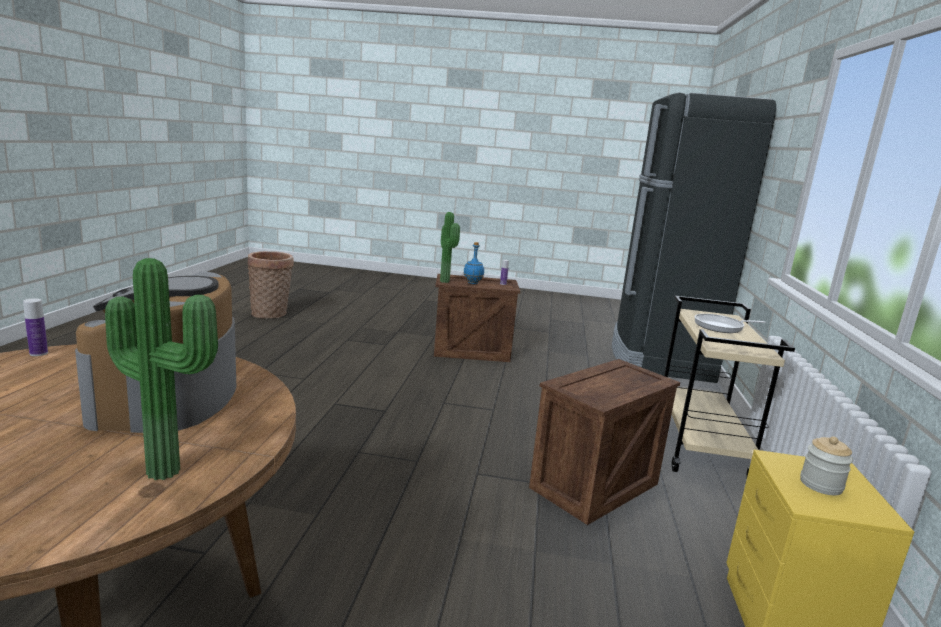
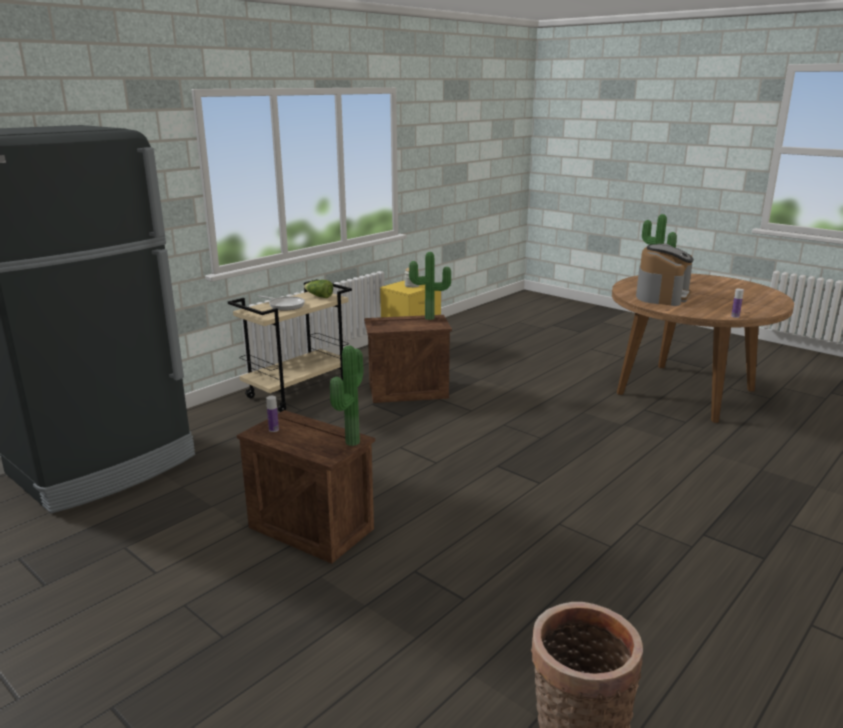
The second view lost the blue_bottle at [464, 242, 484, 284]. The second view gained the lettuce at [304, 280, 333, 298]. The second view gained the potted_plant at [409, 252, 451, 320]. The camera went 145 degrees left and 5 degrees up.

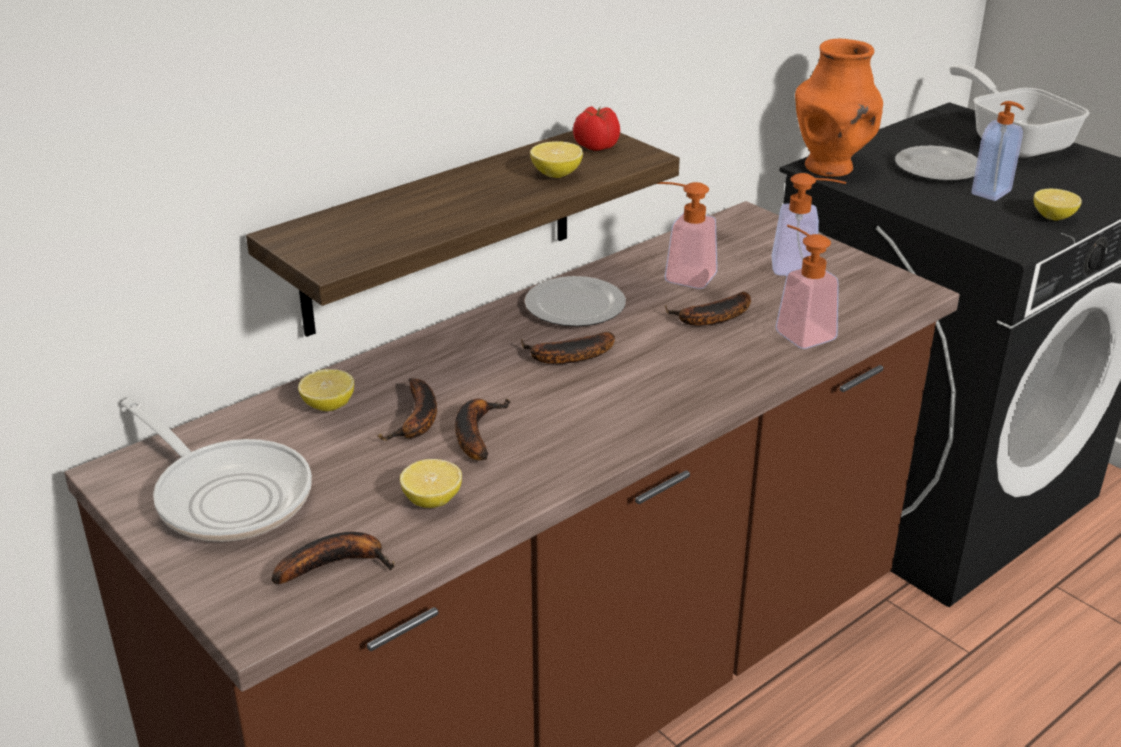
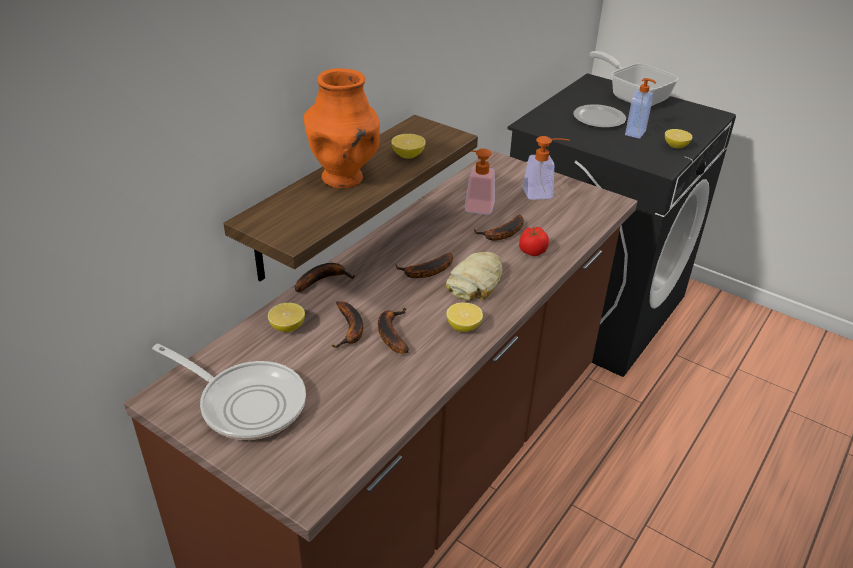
The second view lost the plate at [525, 276, 626, 326]. The second view lost the soap_dispenser at [776, 225, 839, 349]. The second view gained the bread at [446, 252, 503, 301]. The banana ended up elsewhere, having gone from [271, 532, 395, 584] to [295, 263, 355, 293]. The lemon ended up elsewhere, having gone from [400, 459, 462, 508] to [447, 303, 483, 332]. The tomato ended up elsewhere, having gone from [573, 106, 620, 151] to [519, 227, 549, 256]. The orange_vase ended up elsewhere, having gone from [795, 39, 883, 177] to [304, 68, 380, 188]. The camera went 15 degrees left and 5 degrees up.

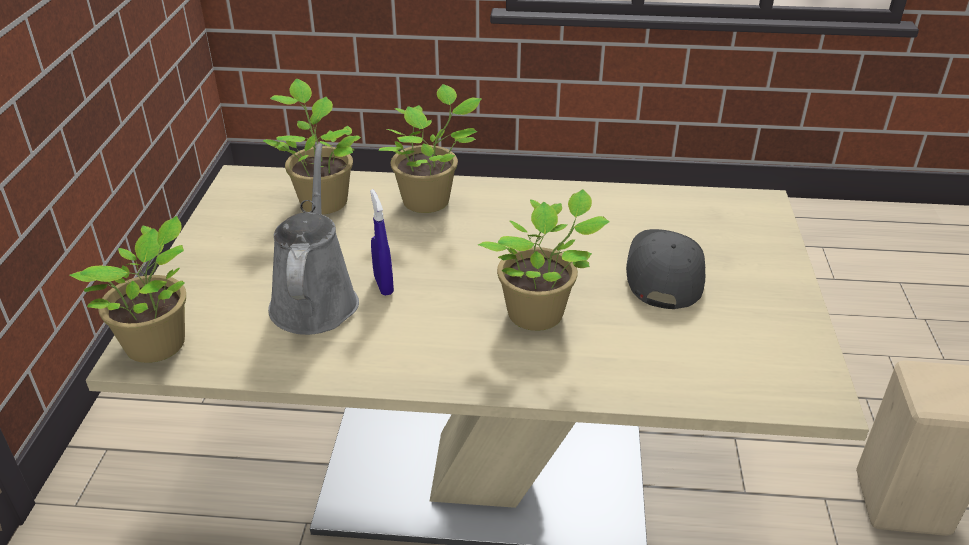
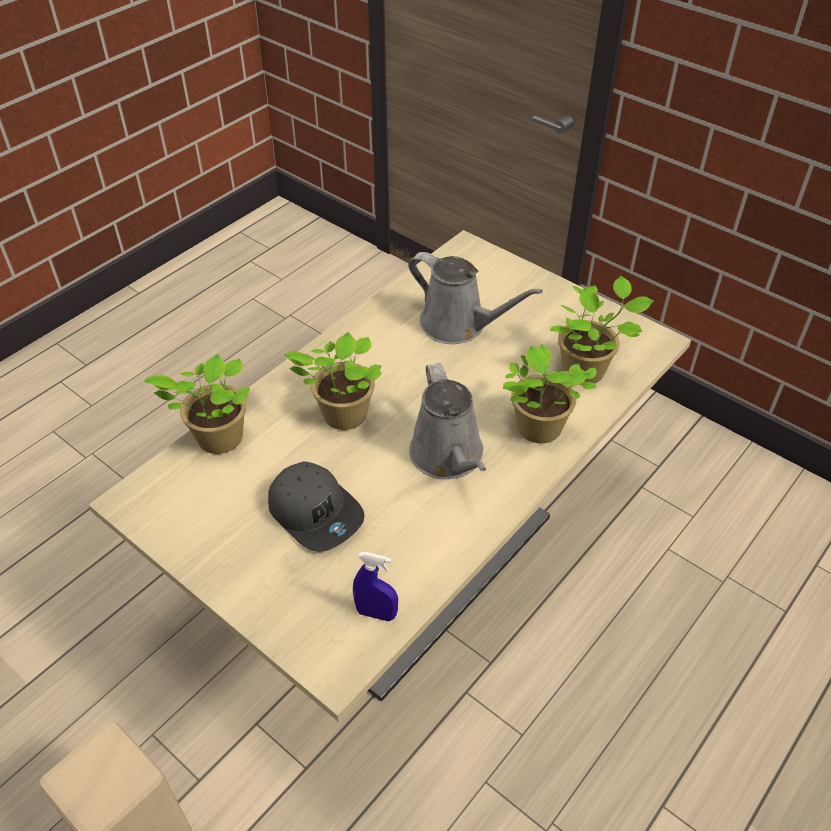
The second view gained the grey_watering_can at [409, 363, 486, 479]. The potted_plant ended up elsewhere, having gone from [70, 216, 186, 363] to [144, 354, 250, 454]. The blue_spray_bottle ended up elsewhere, having gone from [370, 189, 394, 296] to [353, 552, 398, 621]. The camera went 125 degrees right and 10 degrees up.

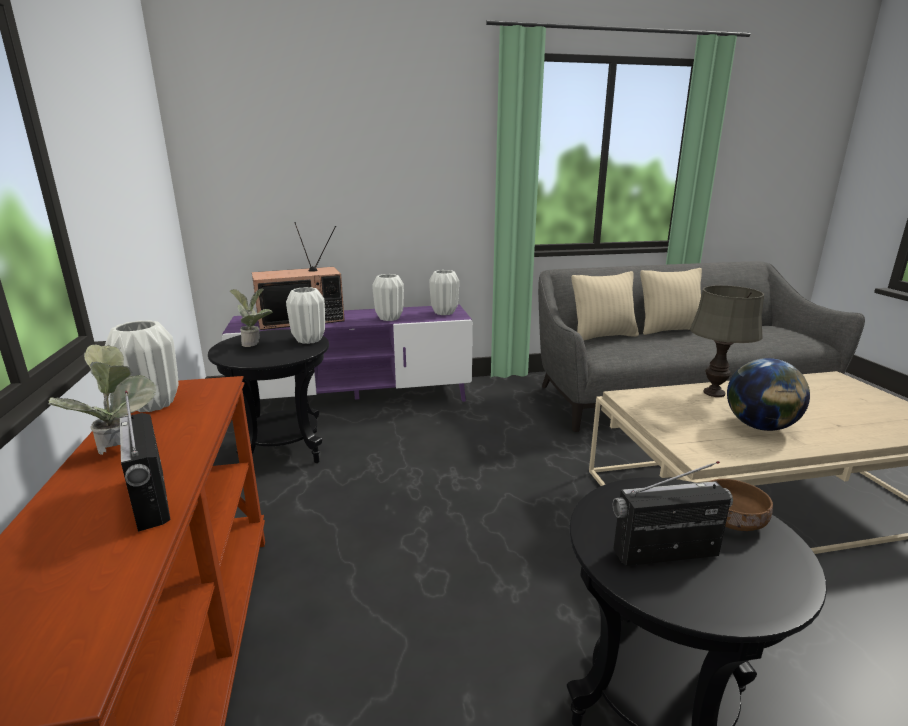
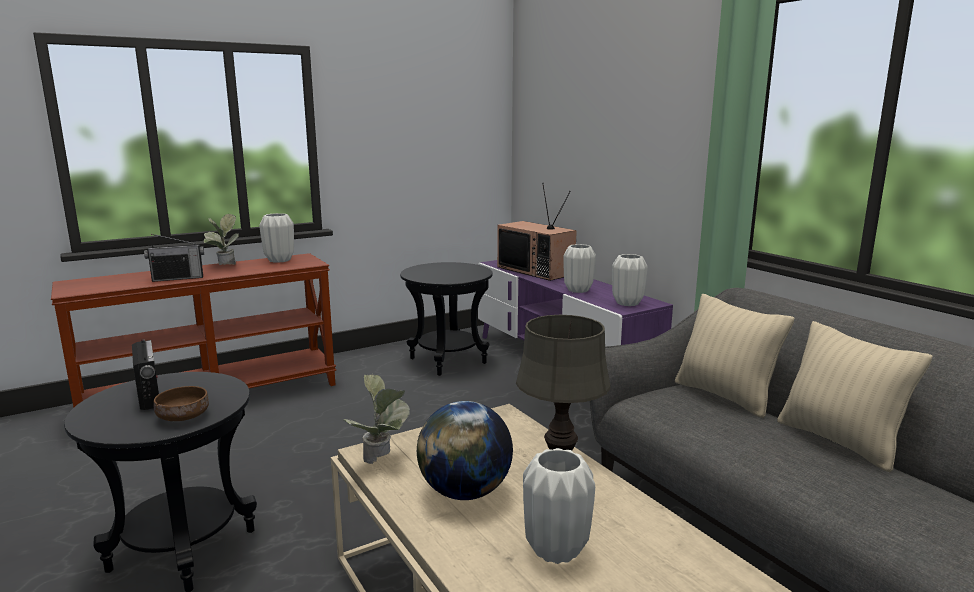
The potted_plant ended up elsewhere, having gone from [230, 288, 273, 347] to [344, 374, 410, 464]. The white_vase ended up elsewhere, having gone from [286, 287, 325, 344] to [523, 448, 595, 564]. The radio at [120, 391, 170, 532] ended up facing another way, 150 degrees counterclockwise from before. The camera went 70 degrees right and 5 degrees down.

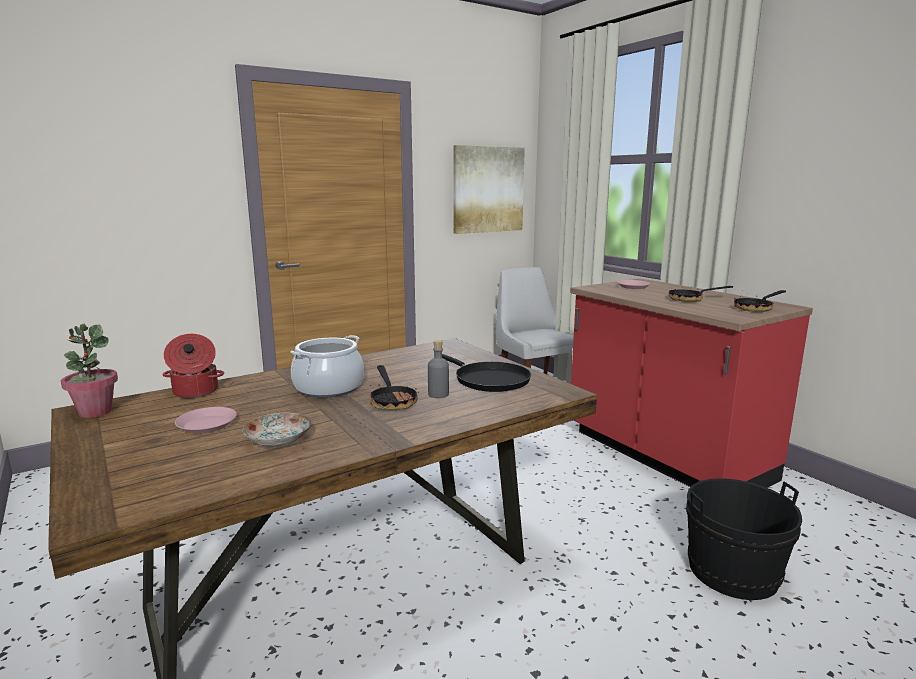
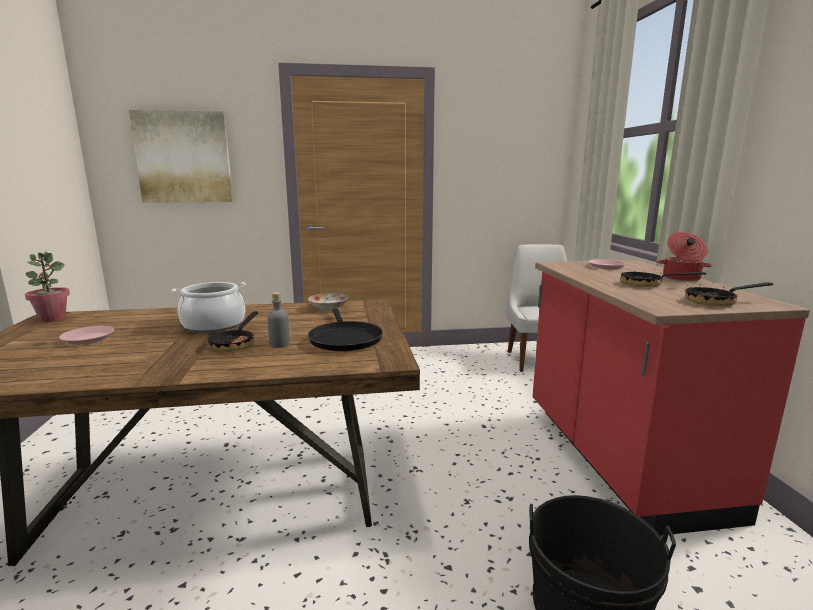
The cooking_pot ended up elsewhere, having gone from [162, 334, 224, 398] to [657, 232, 712, 281]. The plate ended up elsewhere, having gone from [243, 413, 311, 447] to [308, 293, 349, 310]. The picture ended up elsewhere, having gone from [453, 145, 525, 234] to [129, 110, 233, 203]. The camera went 25 degrees right and 0 degrees up.

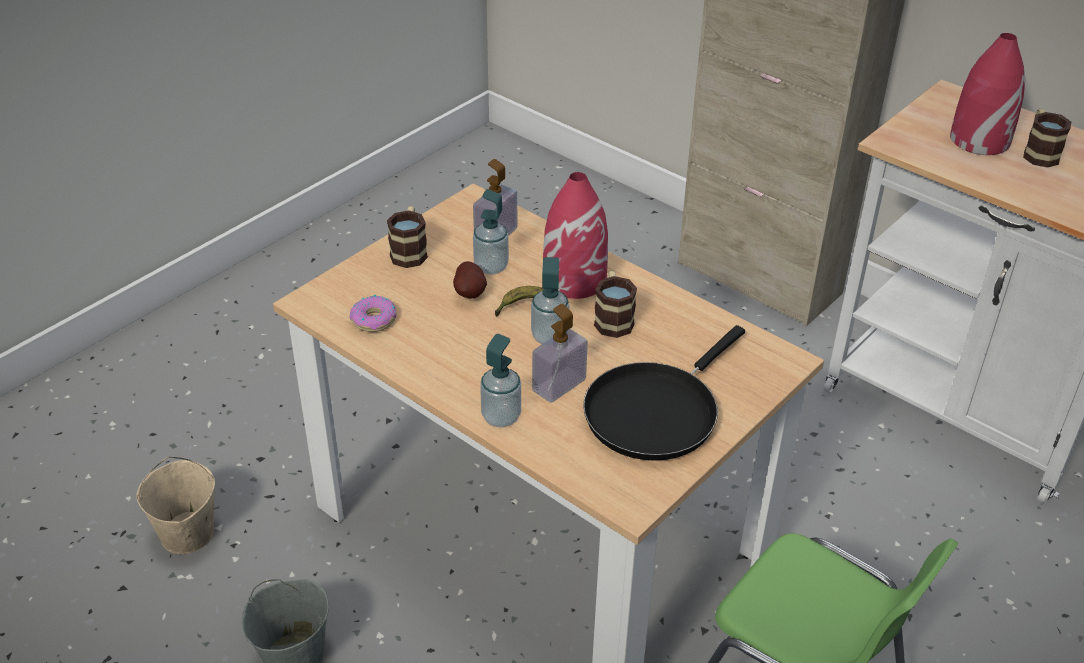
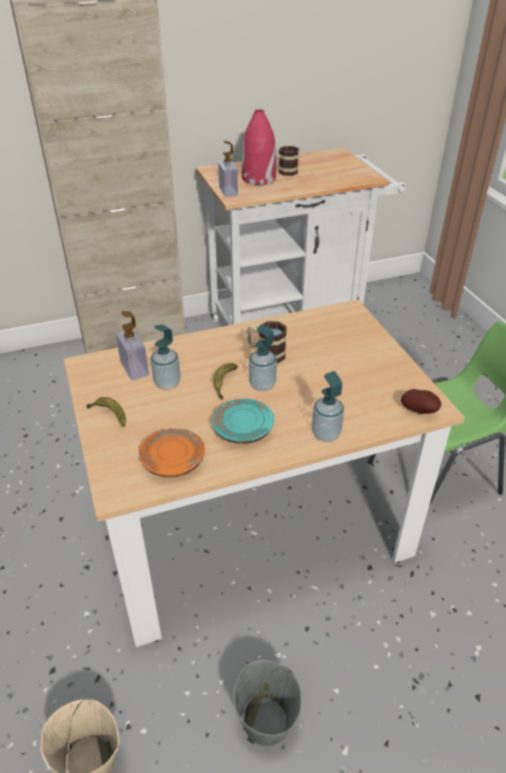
The second view lost the red_vase at [543, 172, 608, 299]. The second view lost the black_frying_pan at [583, 325, 745, 461]. The second view gained the turquoise_plate at [212, 399, 274, 444]. The potato ended up elsewhere, having gone from [453, 261, 487, 299] to [401, 389, 441, 414]. The soap_dispenser ended up elsewhere, having gone from [532, 304, 588, 403] to [218, 141, 238, 197]. Where the donut stood at [350, 295, 397, 332], the orange_plate came to stand at [139, 428, 205, 478]. Where the mug stood at [387, 206, 428, 268], the banana came to stand at [86, 397, 126, 427]. The camera went 60 degrees left and 0 degrees up.

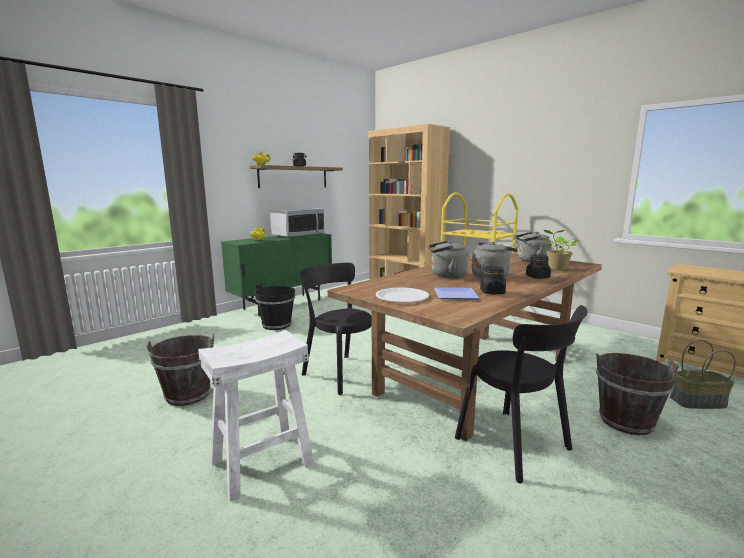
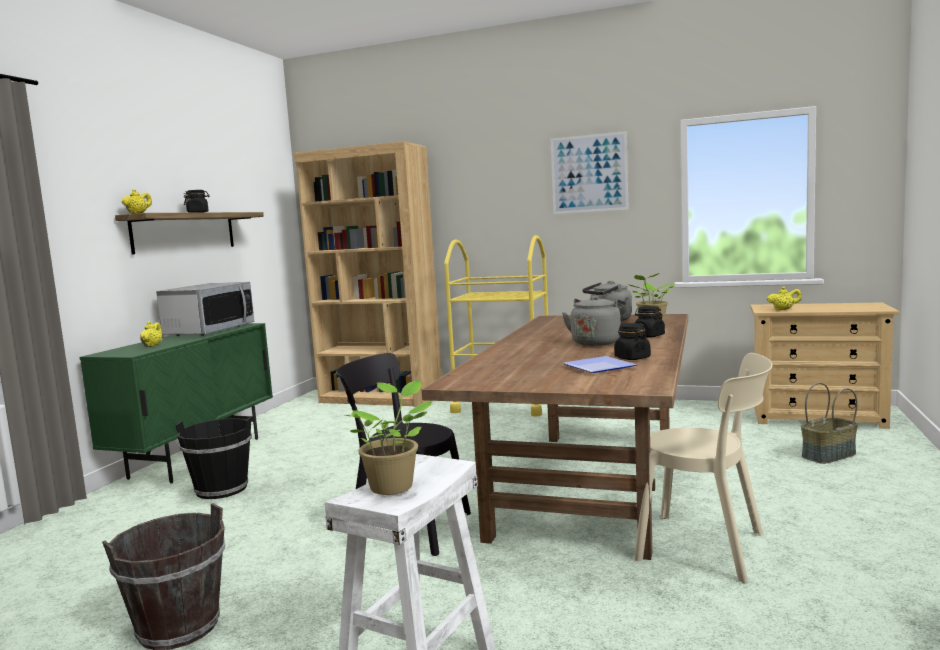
The second view lost the white_plate at [376, 287, 429, 303]. The second view lost the grey_kettle at [429, 241, 468, 278]. The second view lost the brown_bucket at [596, 353, 679, 435]. The second view gained the potted_plant at [345, 380, 433, 495]. The second view gained the picture at [550, 131, 629, 214]. The second view gained the yellow_teapot at [767, 287, 802, 310]. What was the black_chair at [455, 305, 587, 483] turned into the beige_chair at [634, 353, 773, 583]. The camera went 25 degrees left and 5 degrees down.

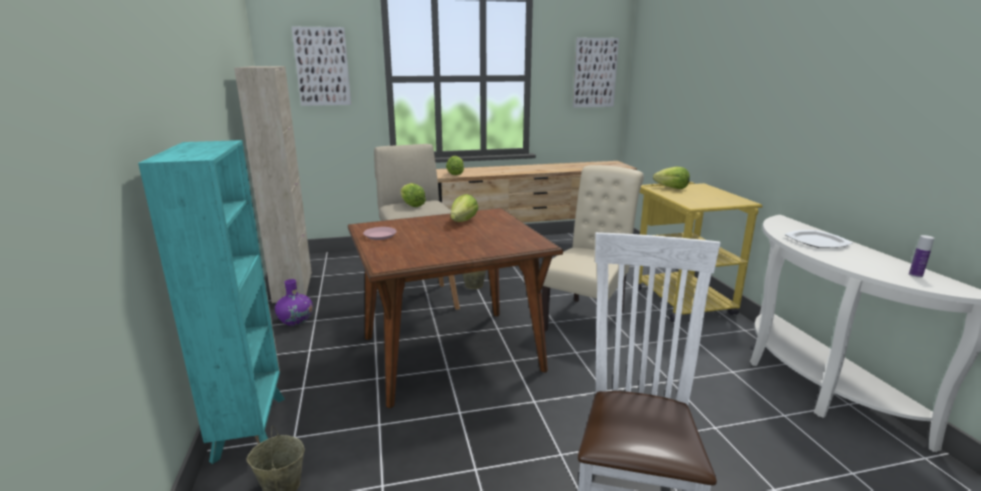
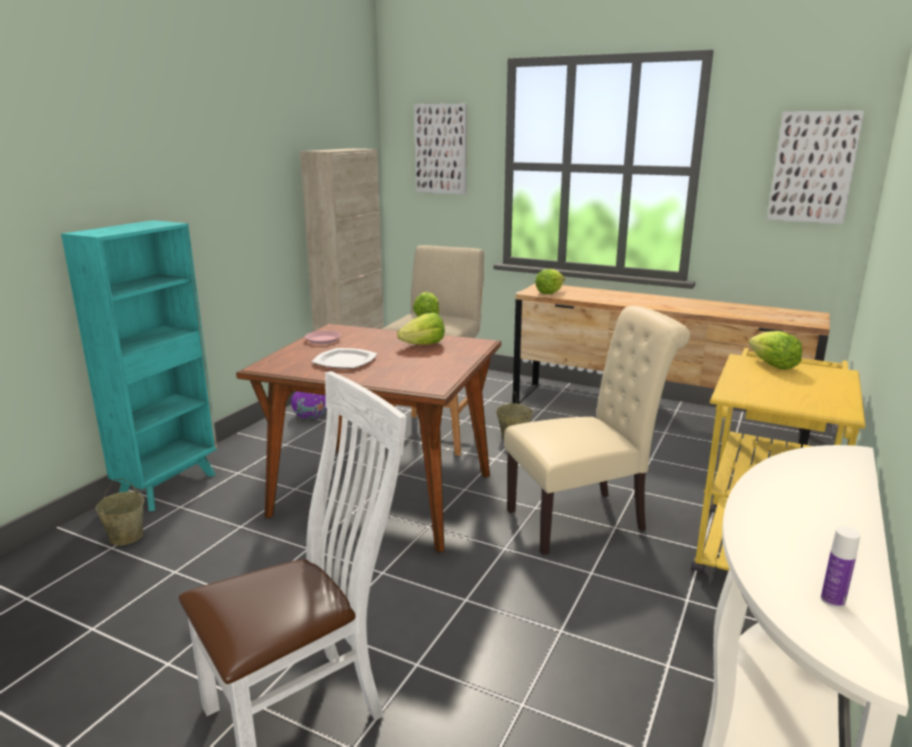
The plate ended up elsewhere, having gone from [784, 230, 853, 248] to [312, 348, 377, 369]. The camera went 40 degrees right and 0 degrees up.

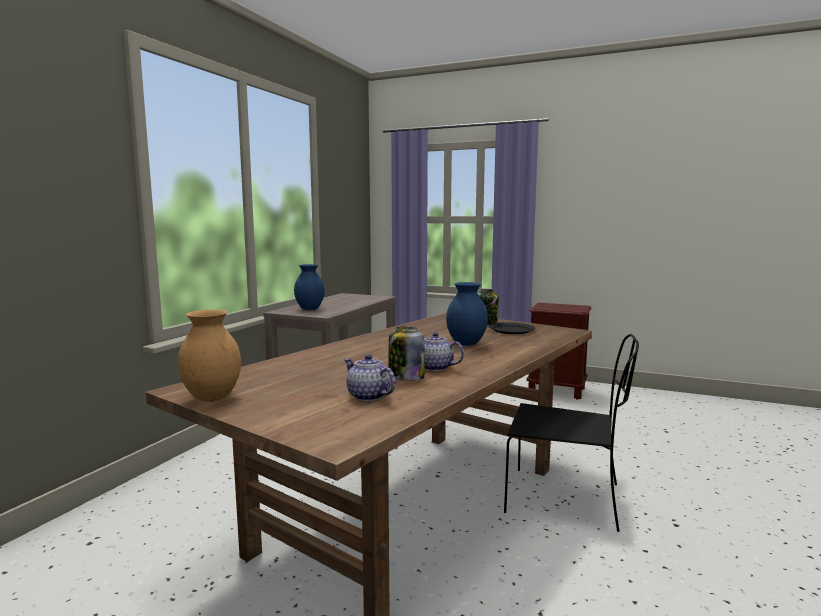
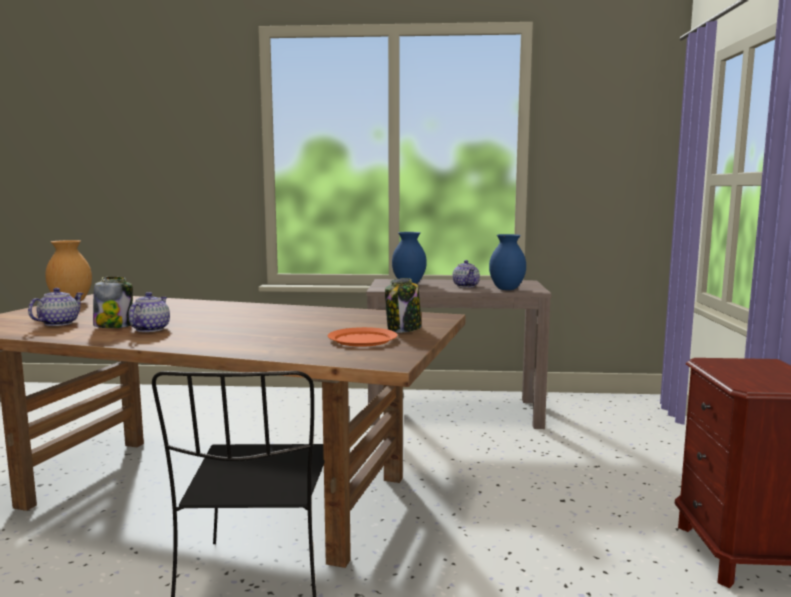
The second view gained the teapot at [453, 260, 480, 288]. The blue_vase ended up elsewhere, having gone from [446, 282, 488, 346] to [489, 234, 526, 290]. What was the black_plate at [488, 322, 536, 334] turned into the orange_plate at [328, 327, 397, 347]. The camera went 70 degrees right and 0 degrees up.

